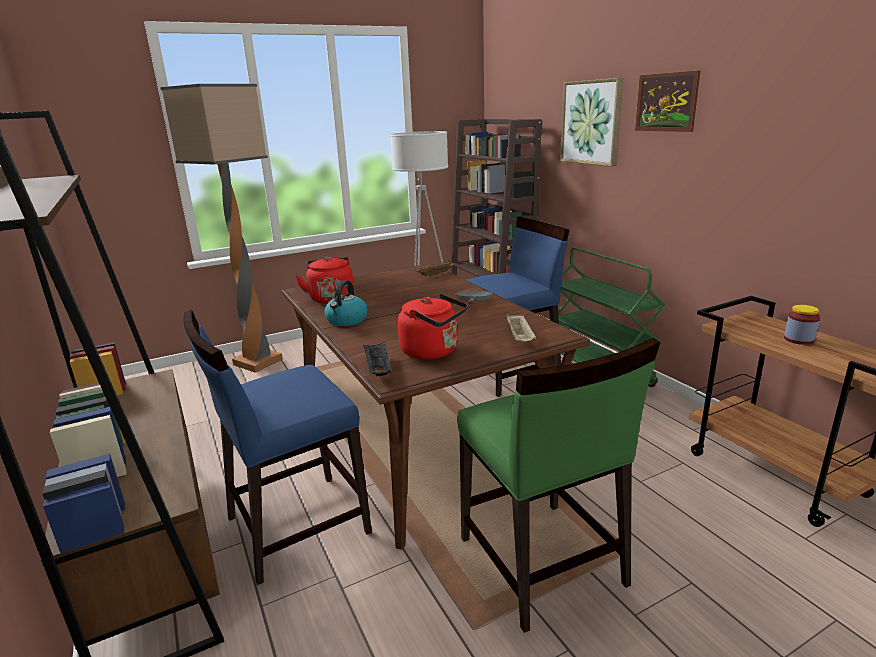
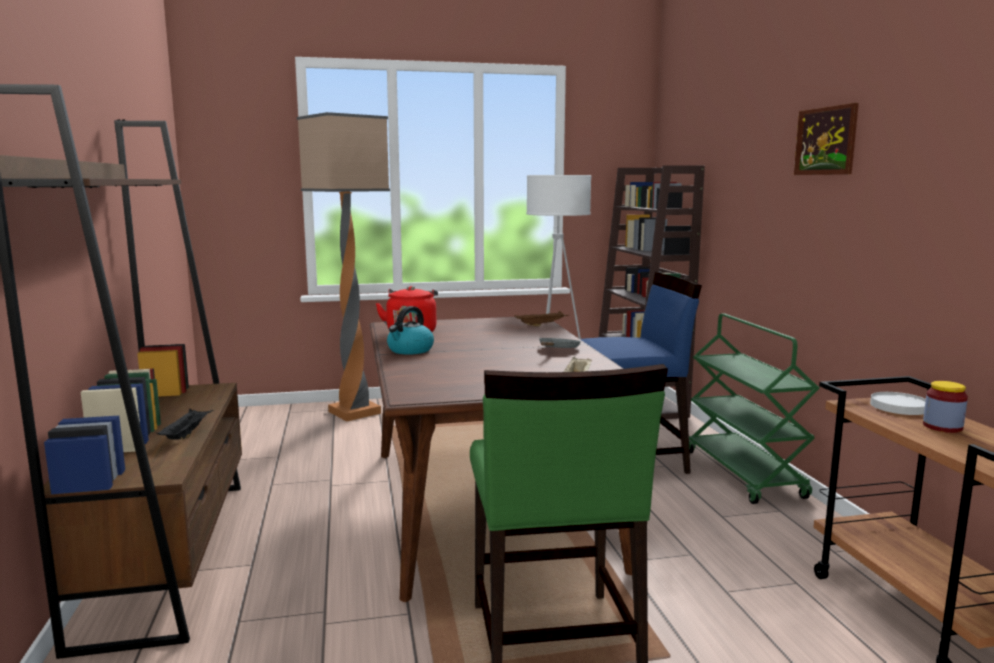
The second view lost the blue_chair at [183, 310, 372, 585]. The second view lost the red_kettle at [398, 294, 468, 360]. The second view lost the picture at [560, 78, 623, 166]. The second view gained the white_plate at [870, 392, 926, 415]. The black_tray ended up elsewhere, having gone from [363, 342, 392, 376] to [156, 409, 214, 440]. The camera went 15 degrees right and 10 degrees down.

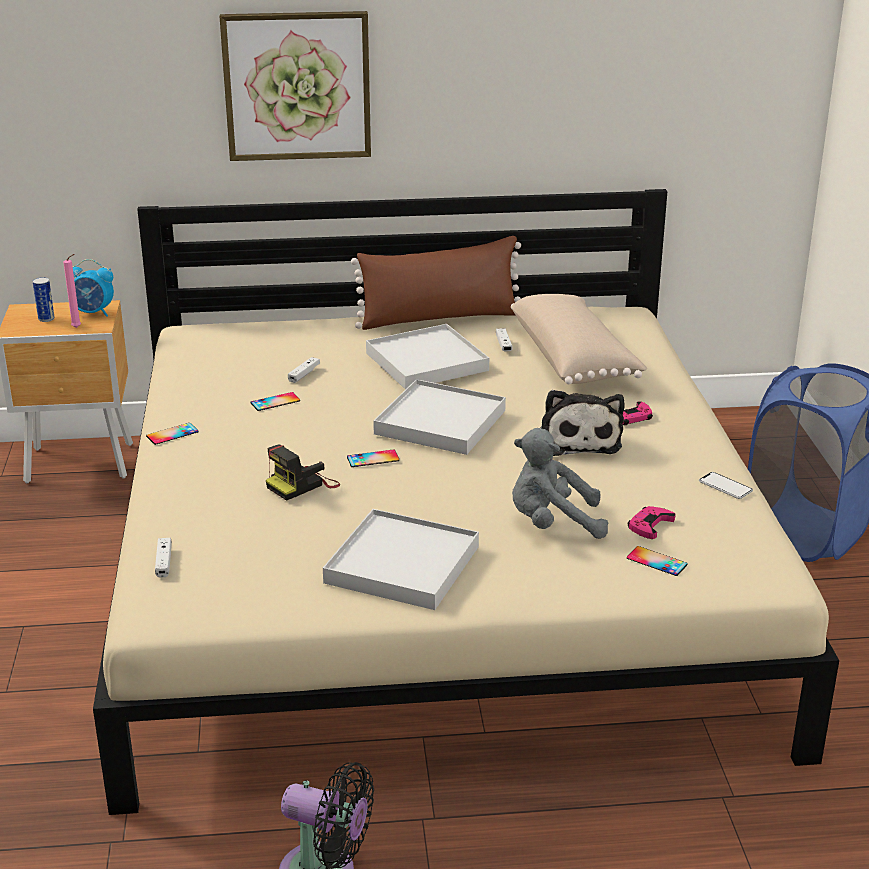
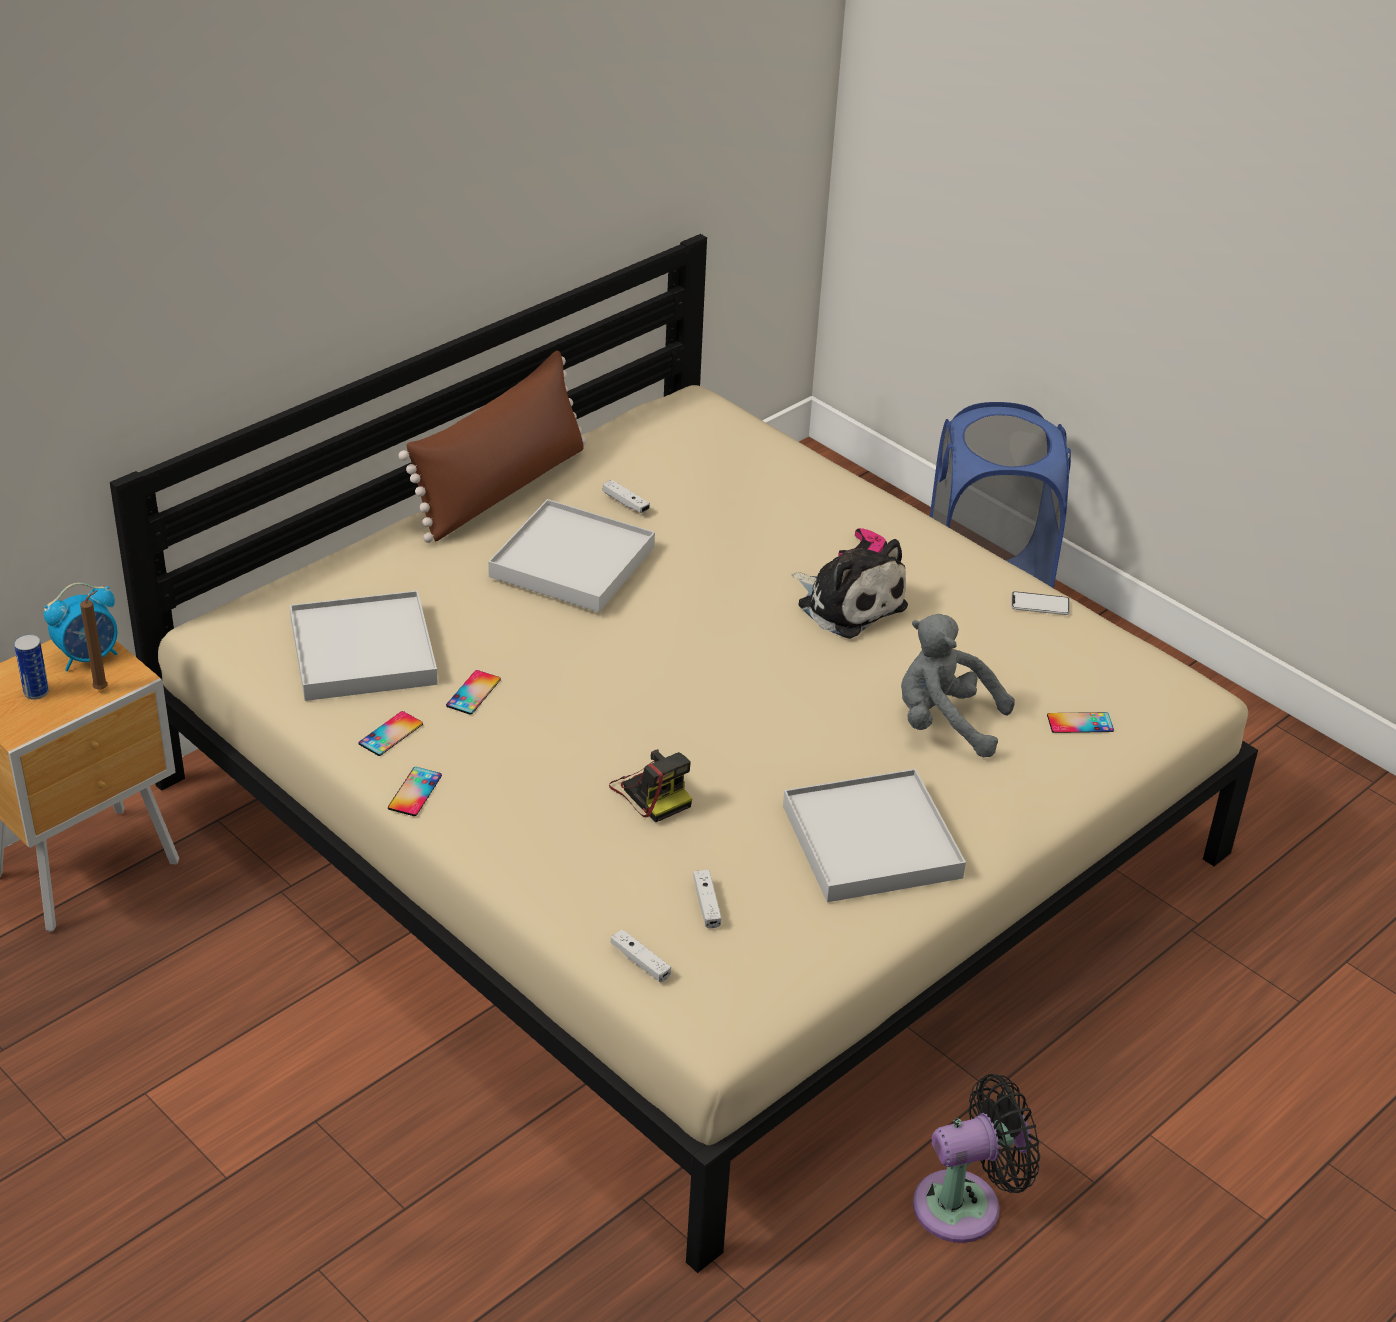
The second view lost the picture at [219, 11, 371, 161]. The second view lost the beige_pillow at [511, 294, 647, 384]. The second view lost the pink_game_controller at [628, 506, 676, 539]. The white_game_controller ended up elsewhere, having gone from [288, 357, 320, 383] to [693, 870, 722, 928]. The phone ended up elsewhere, having gone from [347, 449, 399, 467] to [358, 711, 423, 756]. The white_tray ended up elsewhere, having gone from [373, 379, 506, 455] to [290, 591, 438, 701]. What was the pink_candle at [63, 254, 81, 328] turned into the brown_candle at [80, 590, 108, 690]. The photo_camera at [266, 445, 340, 501] ended up facing another way, 45 degrees counterclockwise from before. The grey_plush_toy at [512, 428, 608, 539] ended up facing another way, 60 degrees clockwise from before. The camera went 40 degrees left and 10 degrees up.

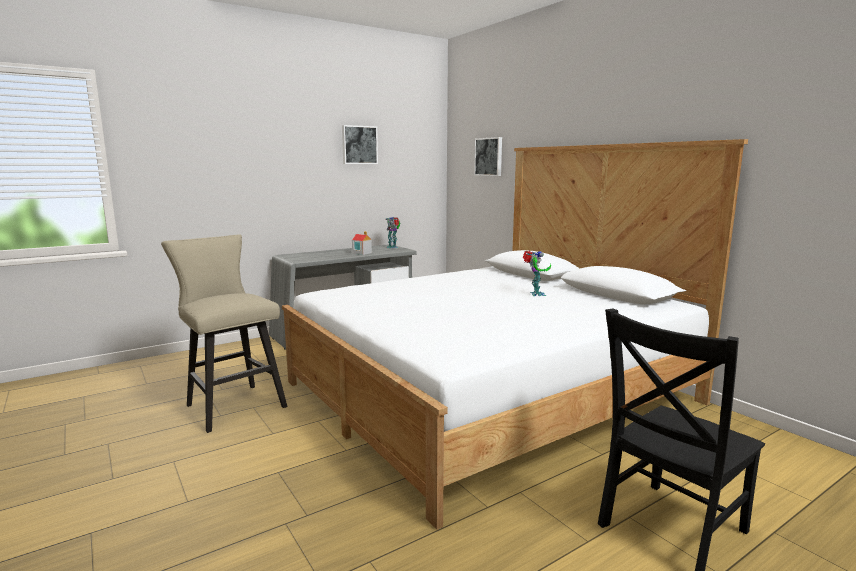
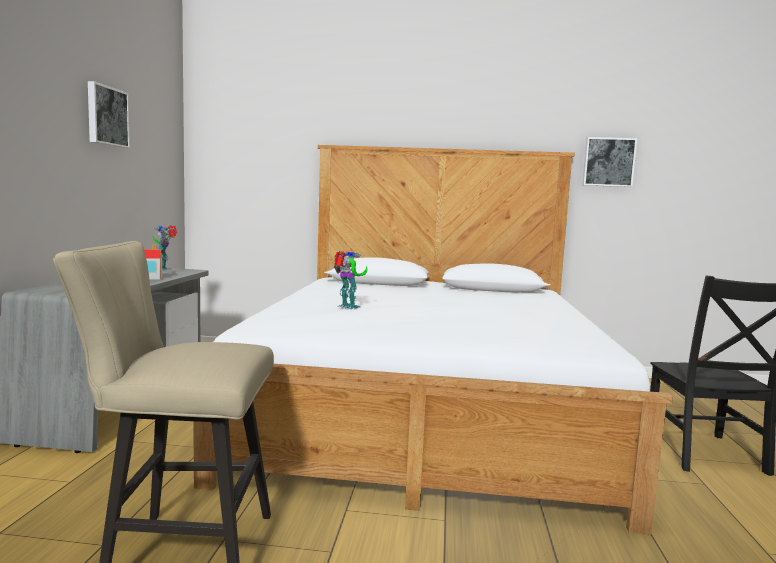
The picture ended up elsewhere, having gone from [474, 137, 502, 176] to [582, 137, 637, 187]. The toy_robot ended up elsewhere, having gone from [523, 250, 551, 296] to [334, 251, 367, 309]. The camera went 50 degrees left and 5 degrees down.

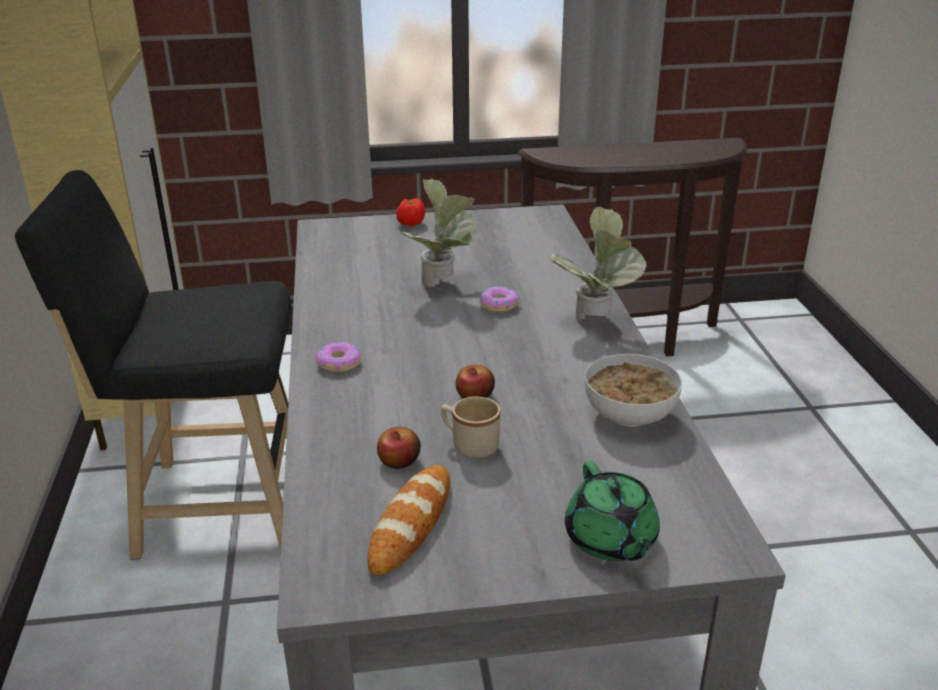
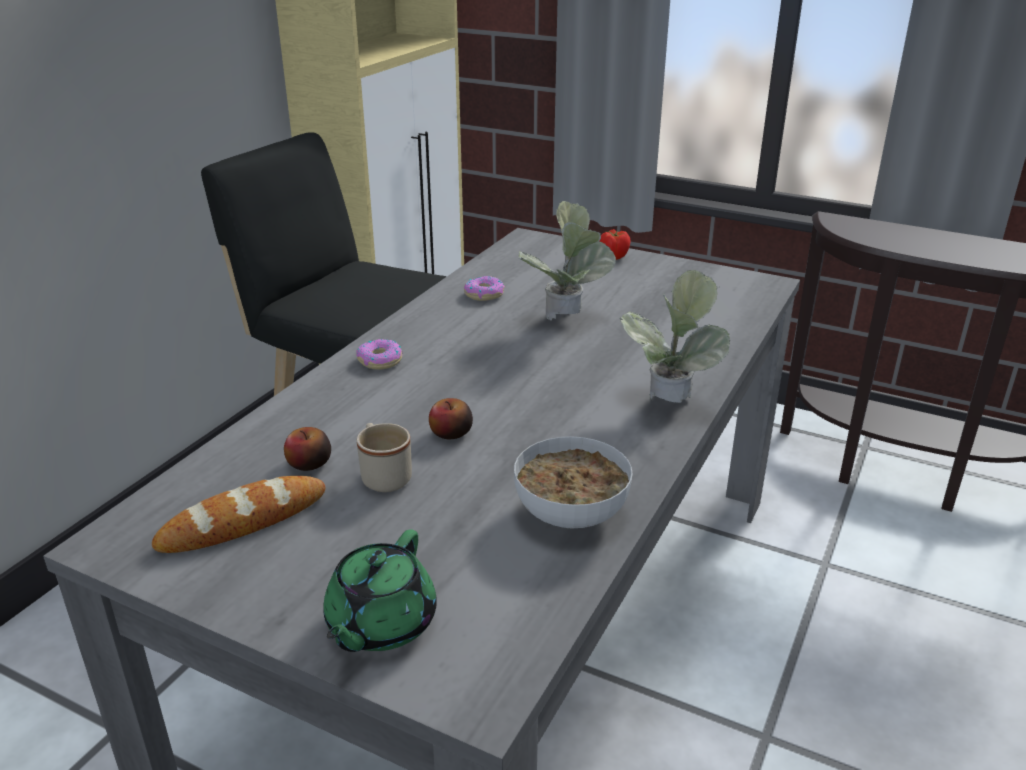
The donut ended up elsewhere, having gone from [480, 286, 520, 313] to [464, 276, 505, 301]. The camera went 35 degrees right and 0 degrees up.

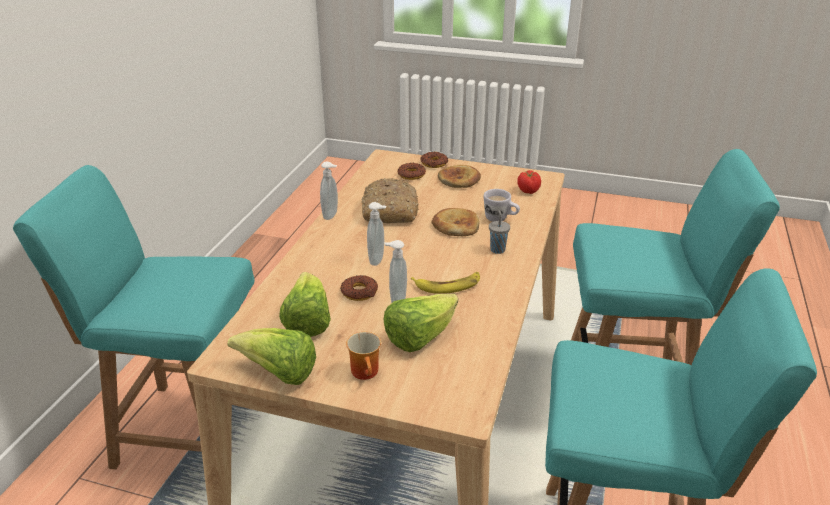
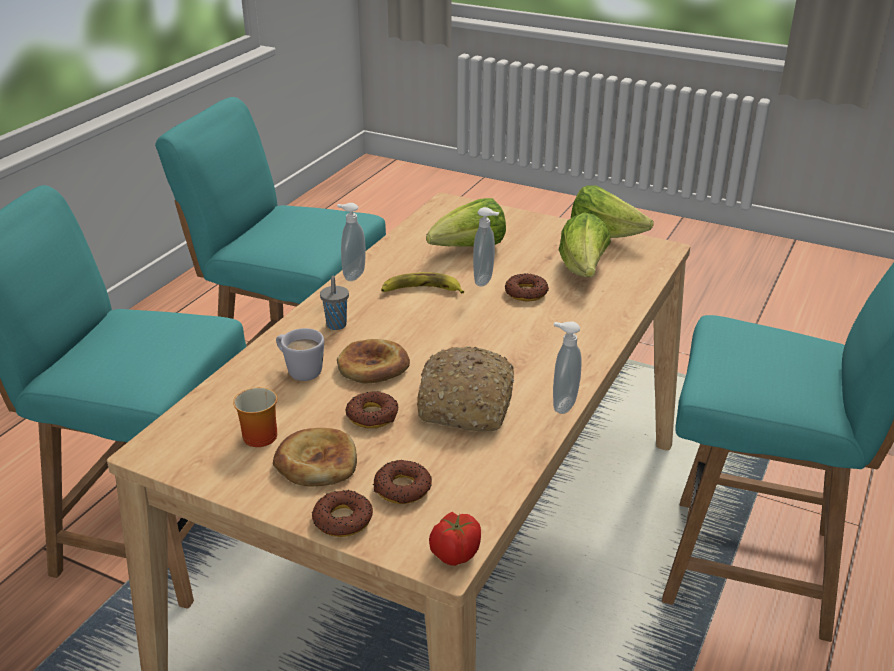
The second view gained the donut at [345, 392, 398, 428]. The mug ended up elsewhere, having gone from [346, 332, 381, 380] to [233, 387, 277, 447]. The soap_dispenser ended up elsewhere, having gone from [367, 202, 386, 266] to [337, 203, 366, 281]. The tomato ended up elsewhere, having gone from [517, 170, 541, 194] to [429, 512, 481, 566]. The camera went 170 degrees left and 0 degrees up.

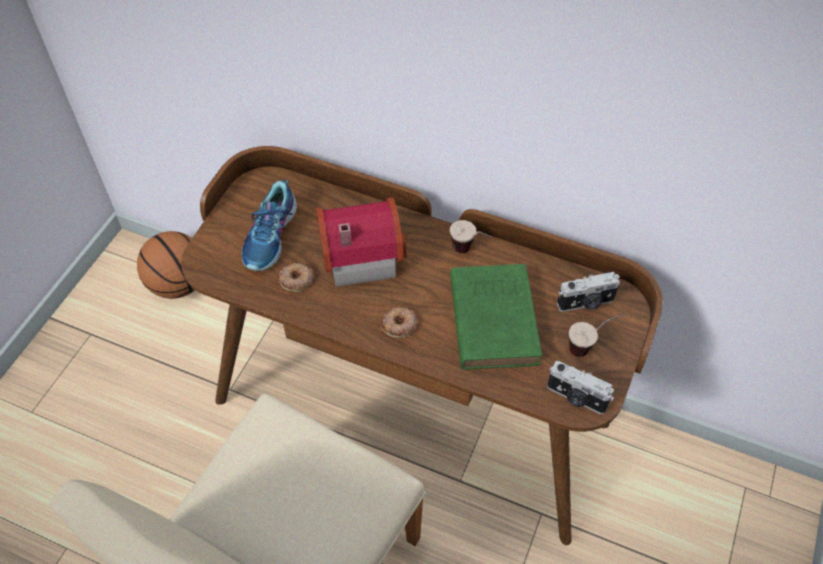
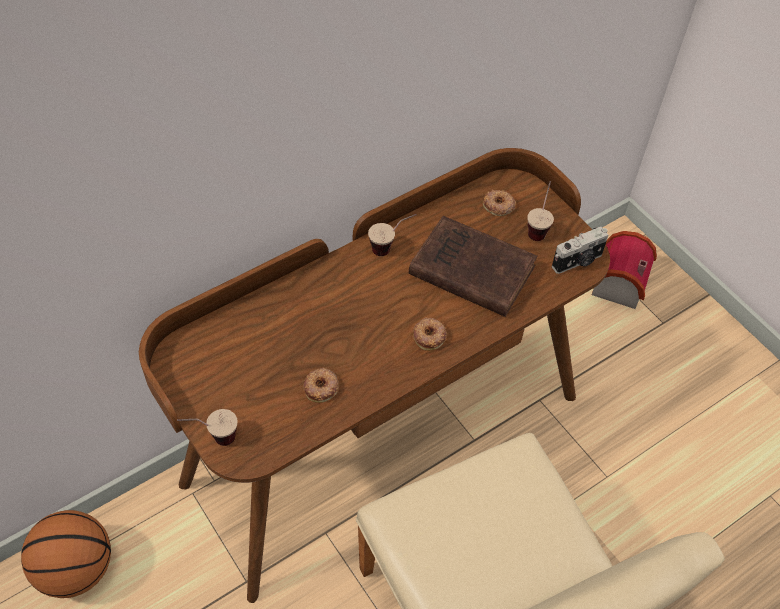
The second view lost the shoe at [241, 180, 297, 271]. The second view gained the cup at [177, 409, 238, 446]. The toy_house ended up elsewhere, having gone from [316, 197, 406, 287] to [592, 231, 657, 309]. Where the photo_camera stood at [557, 272, 620, 312], the donut came to stand at [483, 190, 516, 216]. What was the green_book at [450, 264, 542, 370] turned into the brown_book at [409, 216, 538, 317]. The camera went 60 degrees left and 0 degrees up.

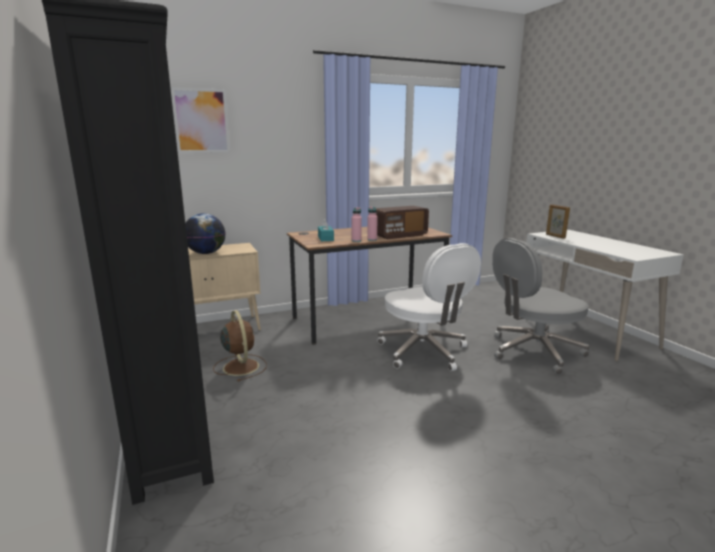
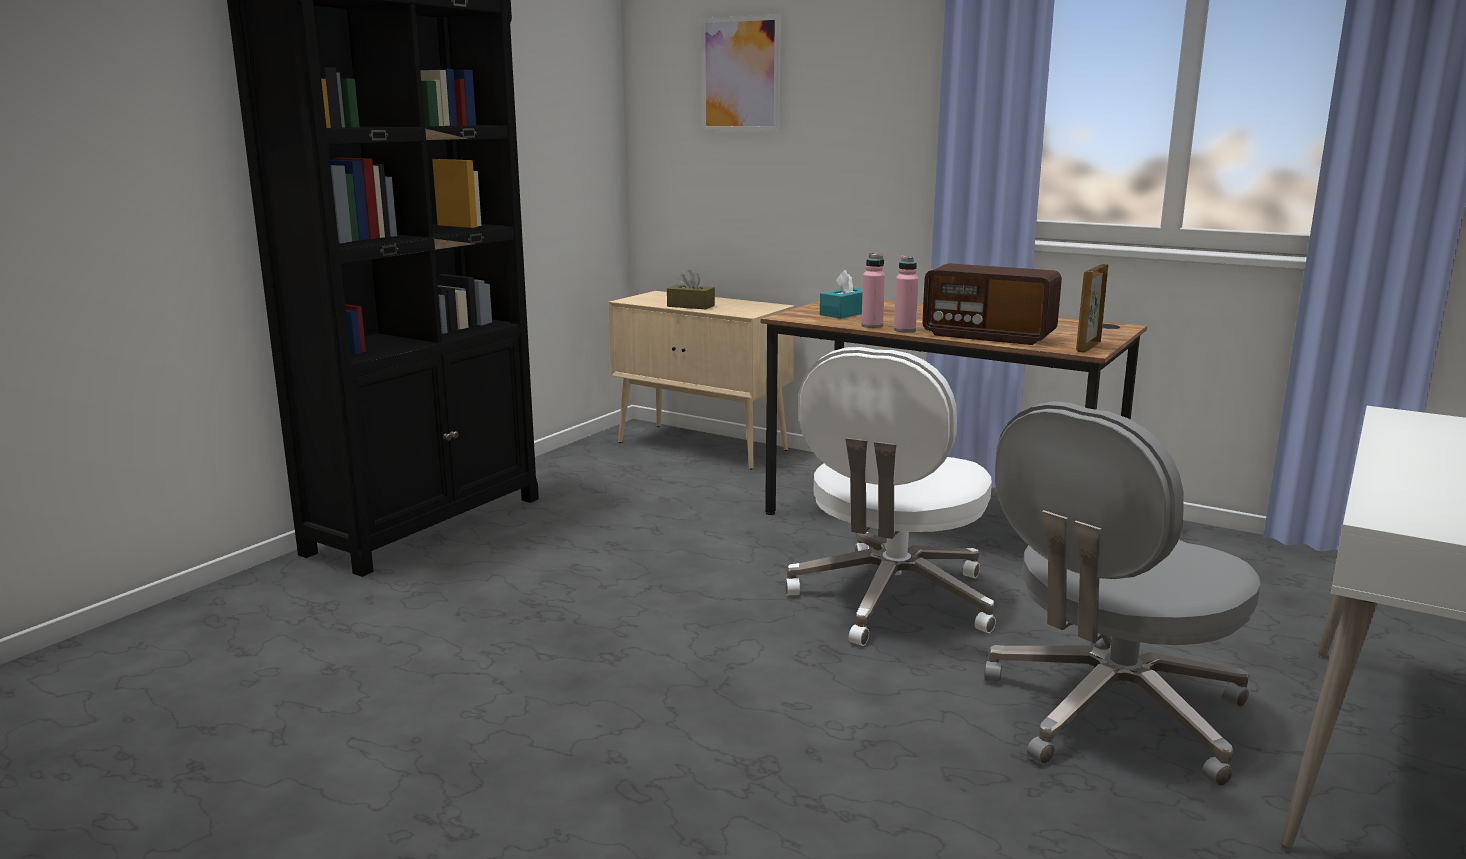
The second view lost the brown_fan at [213, 310, 267, 382]. The picture_frame ended up elsewhere, having gone from [546, 204, 570, 239] to [1076, 264, 1108, 353]. Where the globe stood at [185, 213, 226, 254], the brown_tissue_box came to stand at [667, 270, 715, 309]. The grey_office_chair at [492, 238, 589, 375] ended up facing another way, 75 degrees counterclockwise from before. The camera went 55 degrees right and 0 degrees up.

